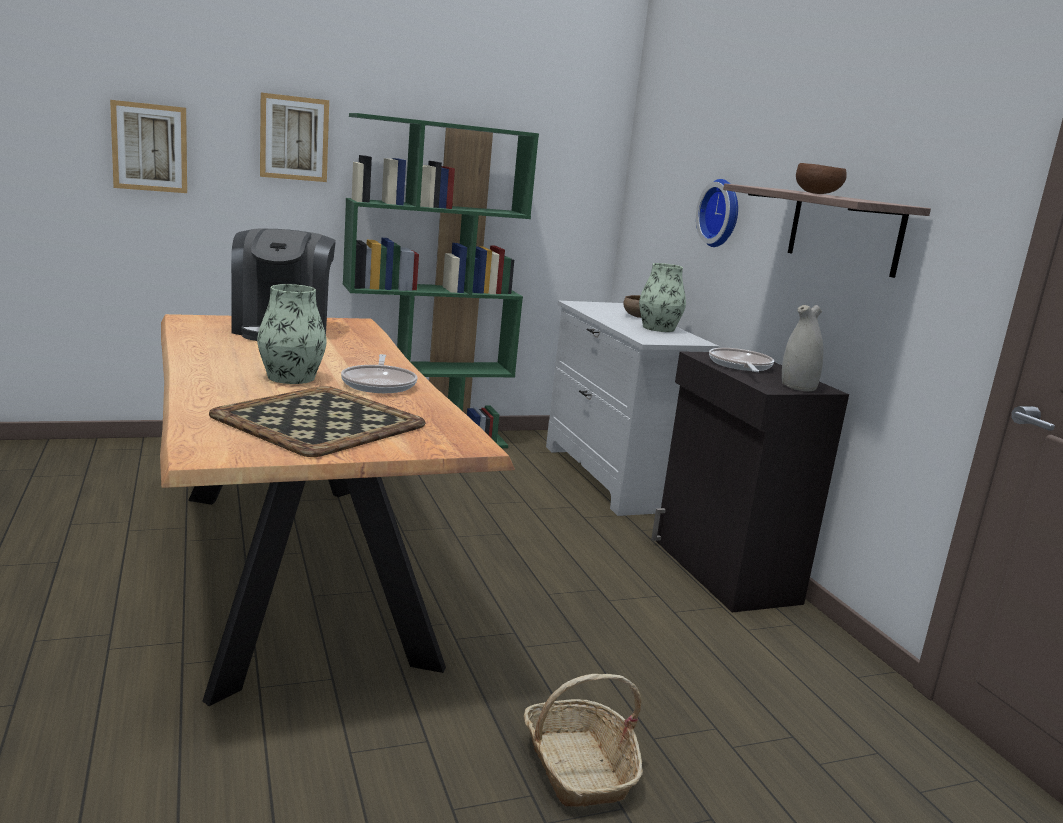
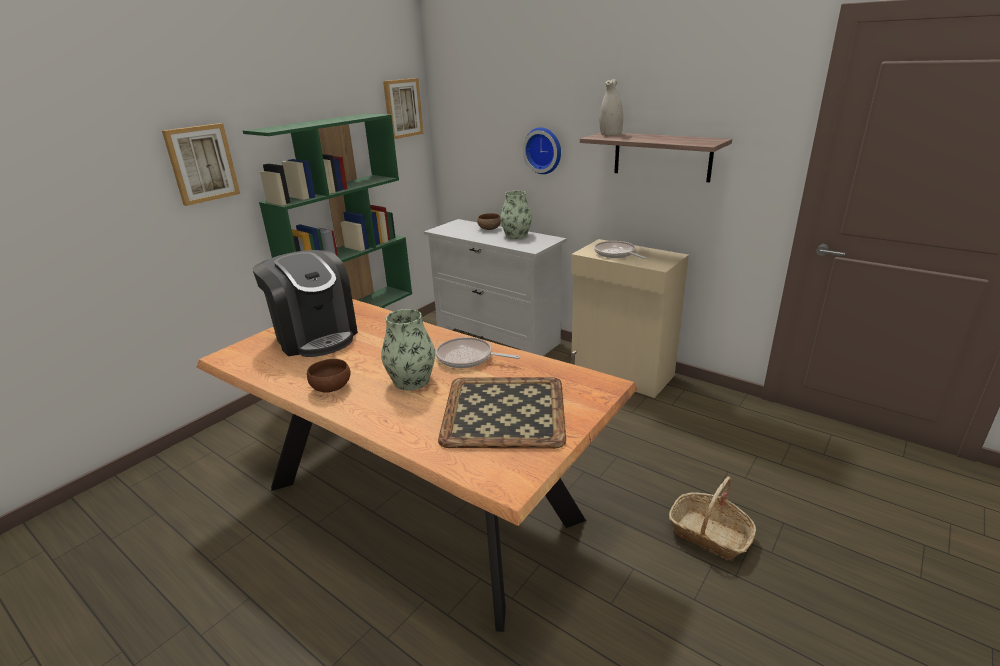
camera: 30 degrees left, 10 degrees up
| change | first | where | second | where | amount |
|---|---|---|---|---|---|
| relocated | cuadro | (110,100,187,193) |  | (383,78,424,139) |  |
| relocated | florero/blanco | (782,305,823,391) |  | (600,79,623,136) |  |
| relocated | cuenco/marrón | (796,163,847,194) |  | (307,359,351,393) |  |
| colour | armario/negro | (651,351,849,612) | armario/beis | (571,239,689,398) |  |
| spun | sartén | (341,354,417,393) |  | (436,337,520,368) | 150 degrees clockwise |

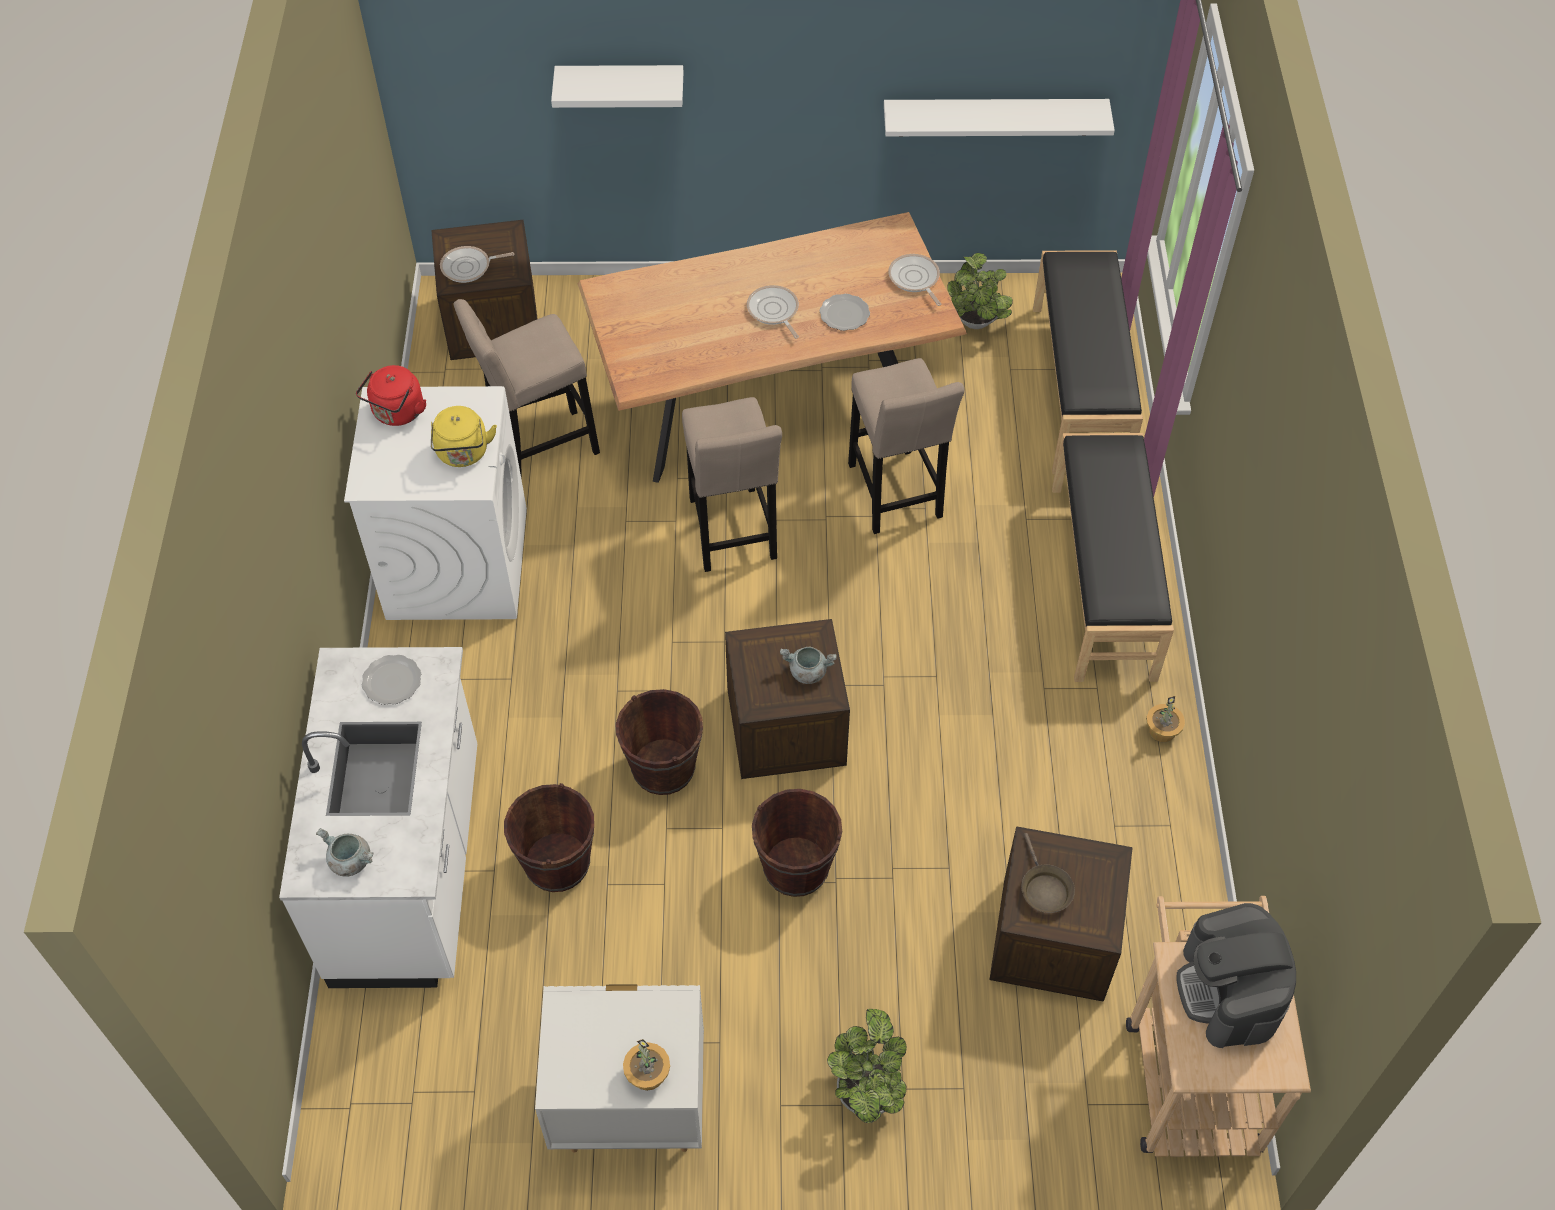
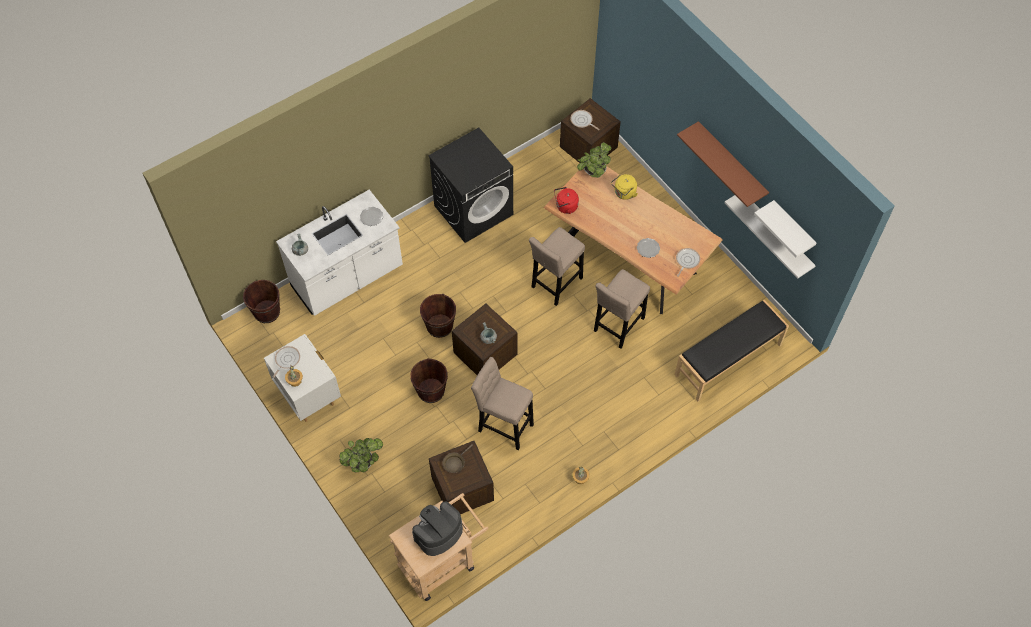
camera: 55 degrees right, 5 degrees up
| change | first | where | second | where | amount |
|---|---|---|---|---|---|
| missing | banco/negro | (1052,433,1174,682) |  |  |  |
| appeared |  |  | estante/marrón | (677,121,769,207) |  |
| relocated | hervidor/rojo | (356,365,426,426) |  | (554,187,579,214) |  |
| relocated | hervidor/amarillo | (431,406,497,467) |  | (611,174,638,200) |  |
| relocated | taburete/beis | (454,299,600,474) |  | (471,357,534,450) |  |
| relocated | cubo/marrón | (504,783,594,892) |  | (243,280,280,323) |  |
| relocated | estante/blanco | (551,65,683,108) |  | (754,200,816,258) |  |
| relocated | sartén | (747,285,799,339) |  | (273,346,300,378) |  |
| relocated | planta en maceta | (947,253,1013,329) |  | (577,142,611,178) |  |
| colour | lavadora/blanco | (344,386,527,620) | lavadora/negro | (428,127,513,243) |  |

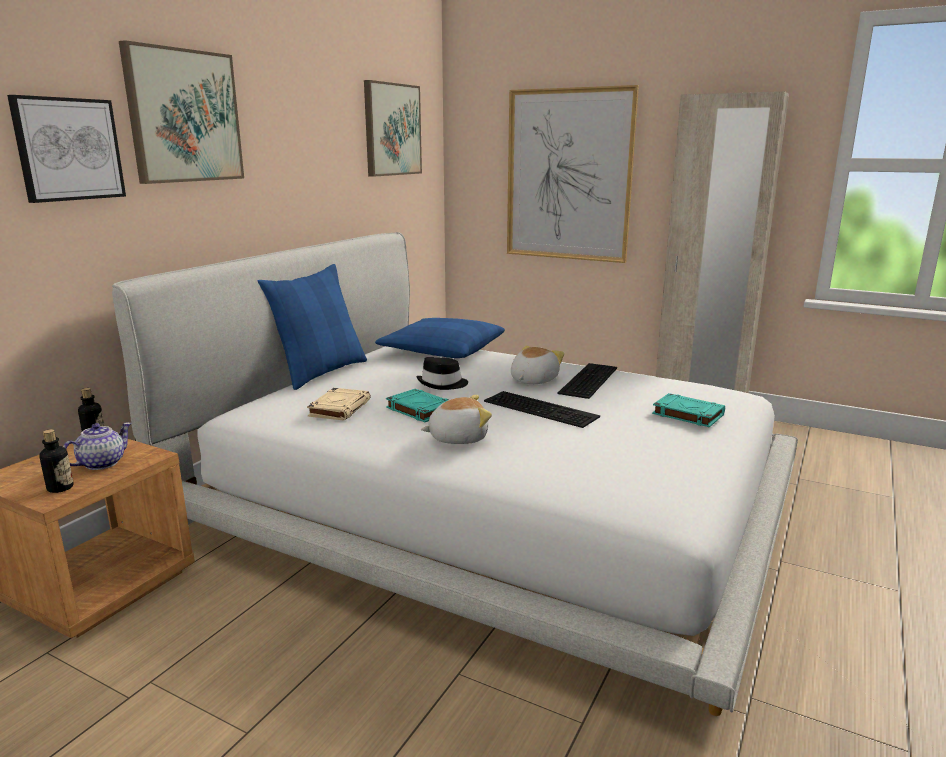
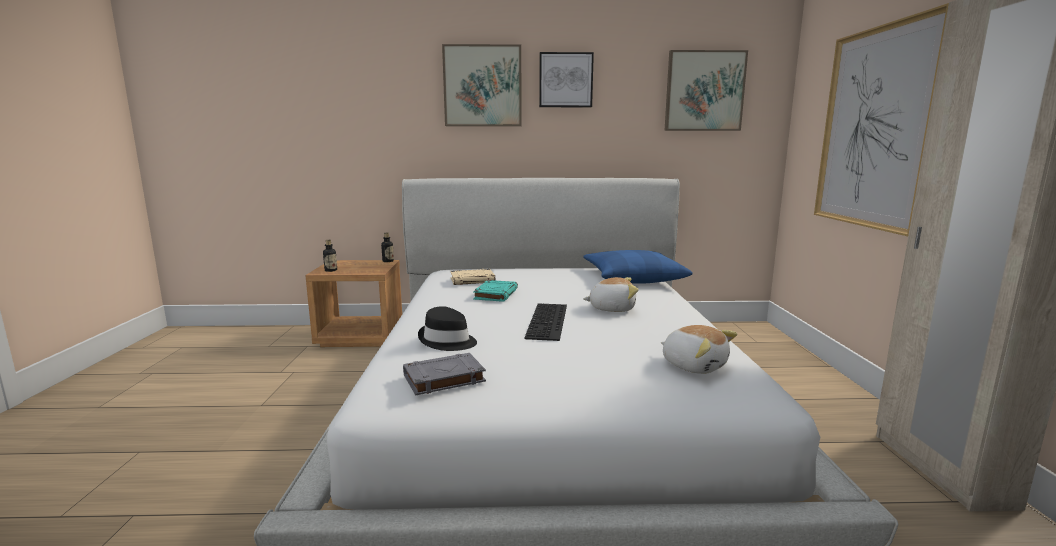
camera: 60 degrees right, 5 degrees down
| change | first | where | second | where | amount |
|---|---|---|---|---|---|
| missing | tetera | (63,423,132,470) |  |  |  |
| missing | cojín/azul | (258,264,367,390) |  |  |  |
| missing | teclado | (558,363,617,399) |  |  |  |
| missing | libro/turquesa | (652,393,725,427) |  |  |  |
| appeared |  |  | libro/gris | (403,353,486,396) |  |
| relocated | cuadro | (7,95,126,203) |  | (539,52,594,107) |  |
| relocated | sombrero/negro | (416,357,468,390) |  | (418,306,477,351) |  |
| relocated | peluche | (421,395,492,444) |  | (661,325,737,374) |  |

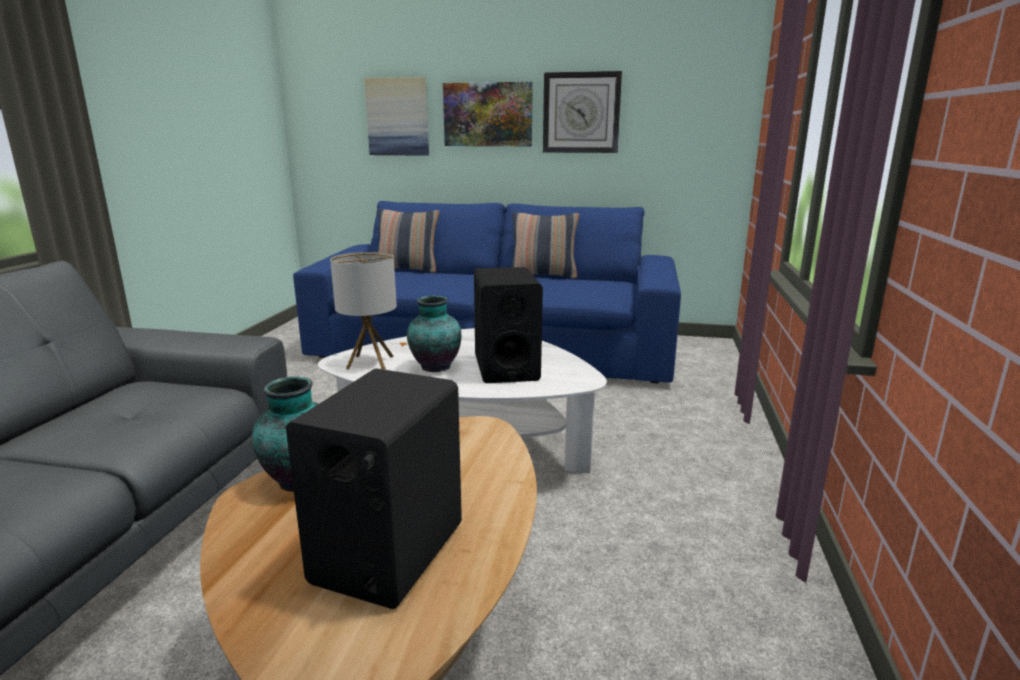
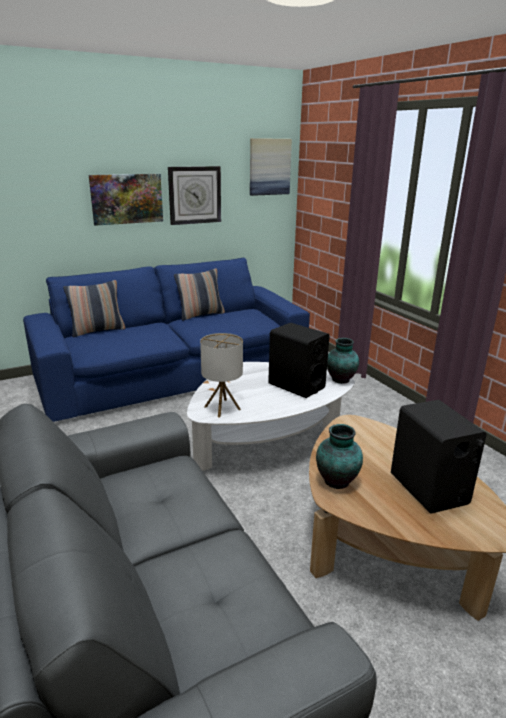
camera: 40 degrees left, 5 degrees up
| change | first | where | second | where | amount |
|---|---|---|---|---|---|
| relocated | cuadro | (364,77,429,156) |  | (250,138,292,196) |  |
| relocated | florero | (407,295,462,372) |  | (327,338,359,384) |  |

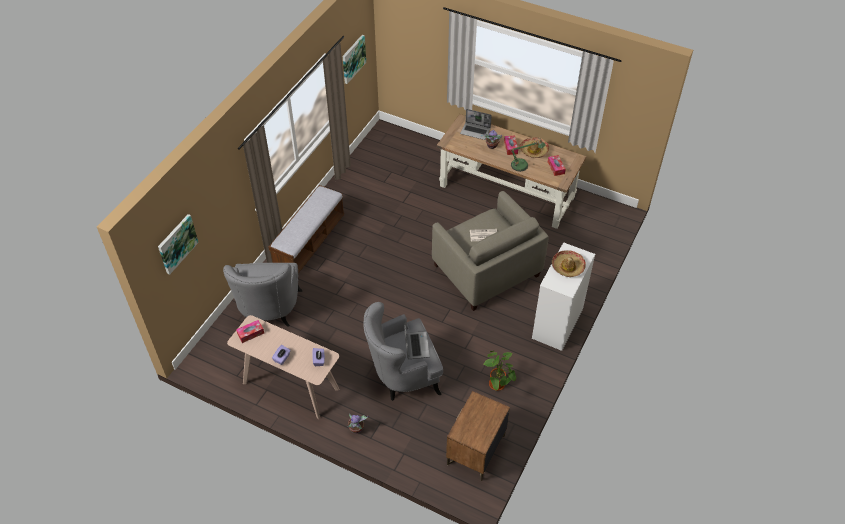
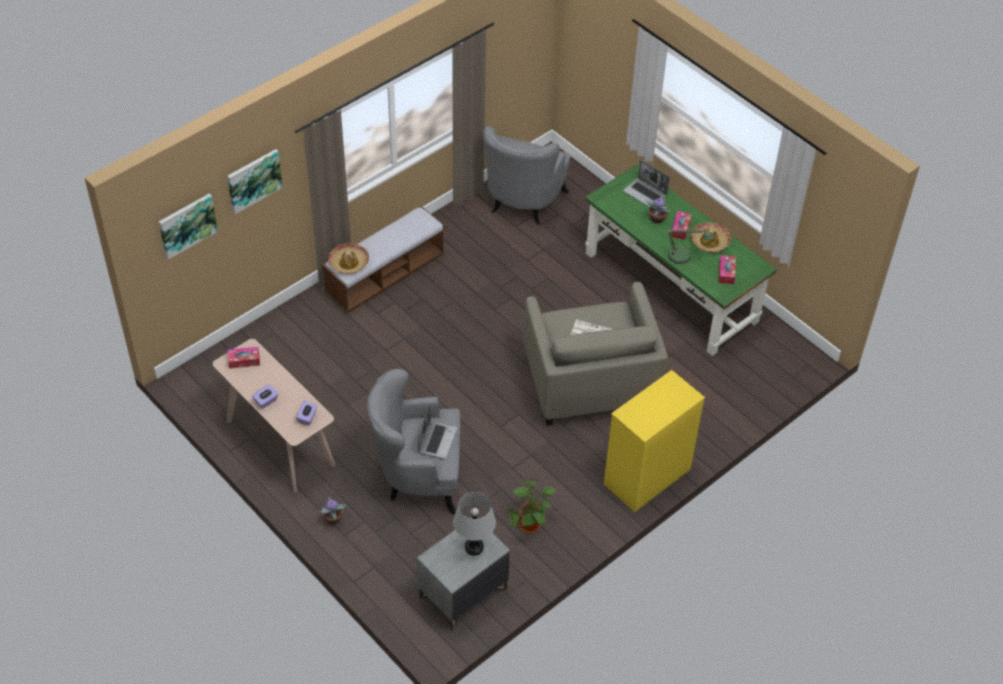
camera: 20 degrees right, 0 degrees up
| change | first | where | second | where | amount |
|---|---|---|---|---|---|
| appeared |  |  | lámpara de mesa/gris | (453,492,496,555) |  |
| relocated | sillón/gris | (223,263,302,327) |  | (483,126,570,225) |  |
| relocated | cuadro | (343,35,366,84) |  | (227,149,283,214) |  |
| relocated | sombrero | (552,250,586,277) |  | (328,243,369,274) |  |
| colour | escritorio/marrón | (437,114,586,229) | escritorio/verde | (585,164,777,356) |  |
| colour | mesita de noche/marrón | (446,391,510,481) | mesita de noche/gris | (417,518,510,631) |  |
| colour | cómoda/blanco | (532,242,595,351) | cómoda/amarillo | (604,370,705,512) |  |

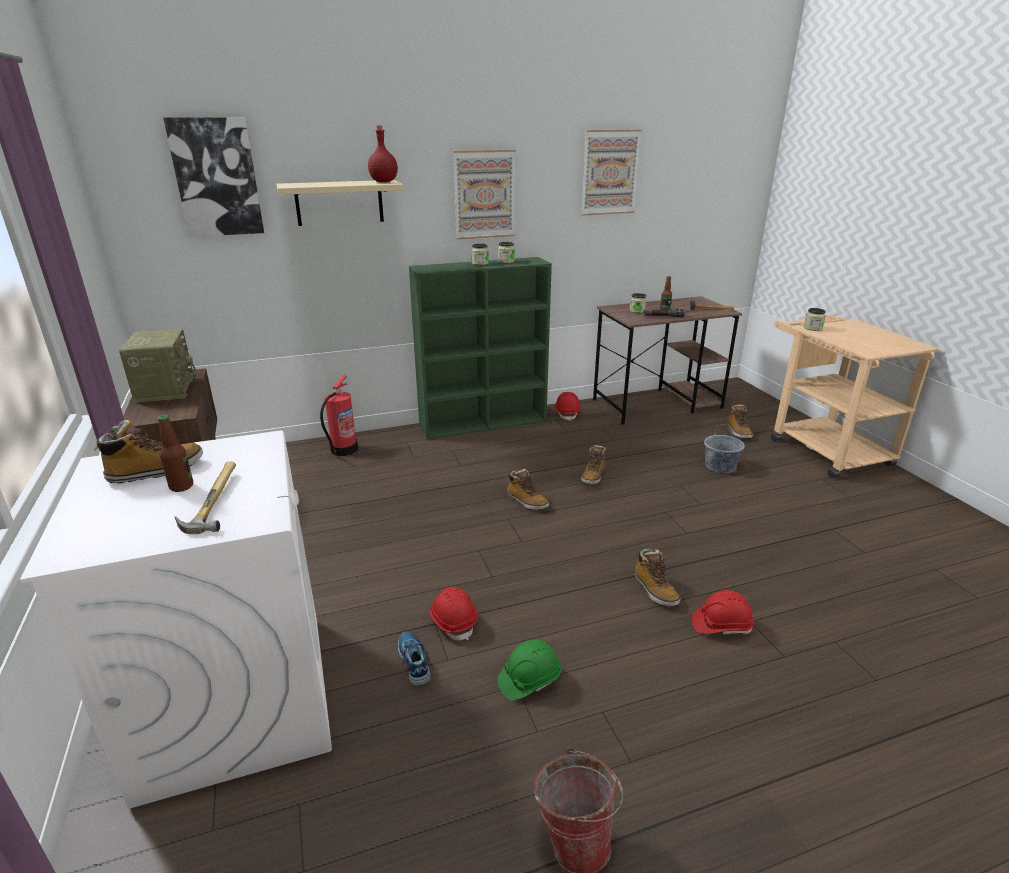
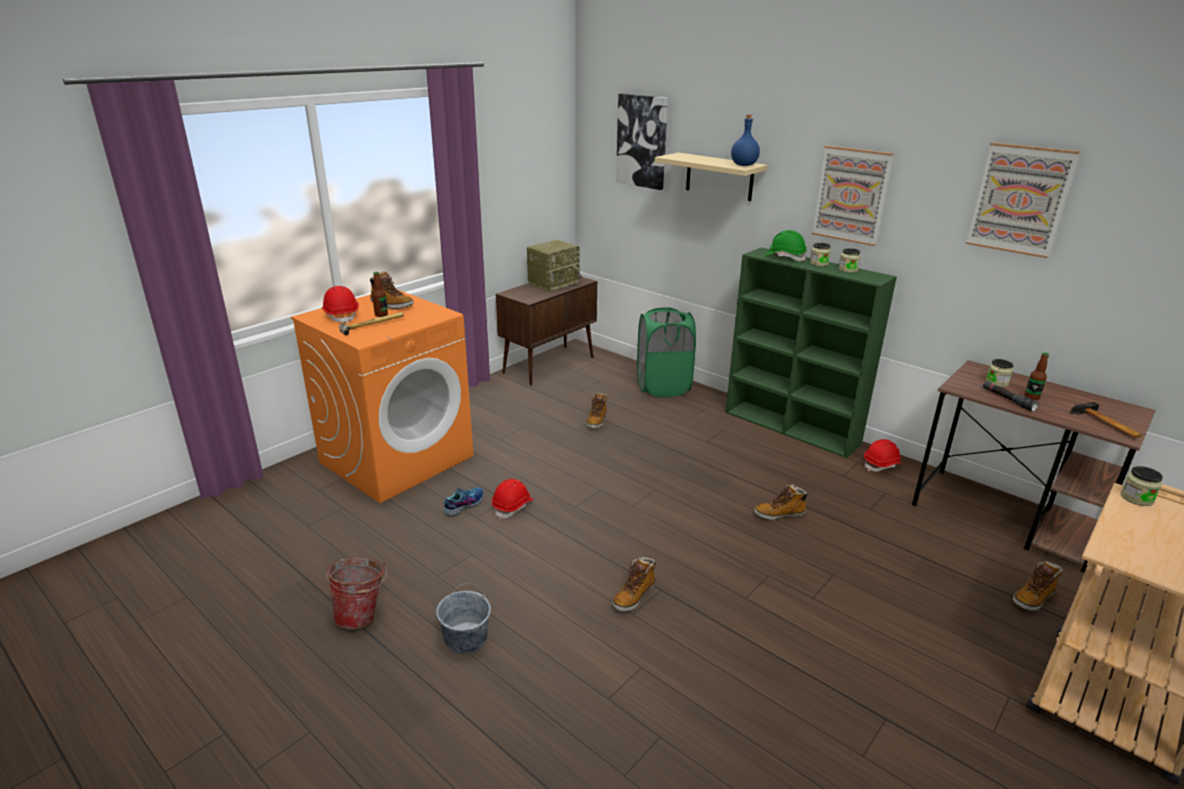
camera: 60 degrees right, 0 degrees up
| change | first | where | second | where | amount |
|---|---|---|---|---|---|
| relocated | casco/verde | (498,640,561,700) |  | (764,230,807,261) |  |
| relocated | bota | (507,469,549,510) |  | (586,393,607,428) |  |
| relocated | casco/rojo | (692,590,754,634) |  | (322,286,359,323) |  |
| relocated | cubo/gris | (704,424,745,473) |  | (436,583,491,654) |  |
| exchanged | extintor | (320,375,358,456) | cesto de la ropa/verde | (637,307,696,397) |  |
| colour | lavadora/blanco | (20,430,332,809) | lavadora/naranja | (291,289,473,503) |  |
| colour | botella/rojo | (368,125,398,182) | botella/azul | (731,114,760,166) |  |

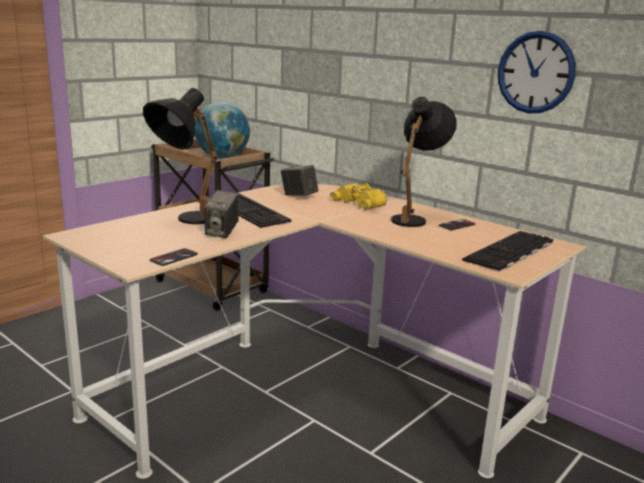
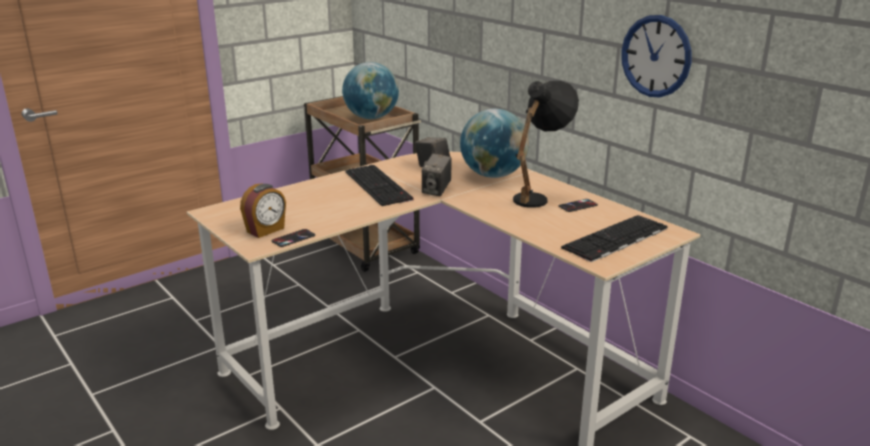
camera: 10 degrees right, 5 degrees up
| change | first | where | second | where | amount |
|---|---|---|---|---|---|
| missing | lámpara de mesa/negro | (143,88,218,224) |  |  |  |
| appeared |  |  | despertador | (240,184,286,238) |  |
| relocated | cámara | (204,190,239,238) |  | (422,153,451,196) |  |
| exchanged | prismáticos/amarillo | (330,183,387,210) | globo terráqueo | (460,108,529,178) |  |

